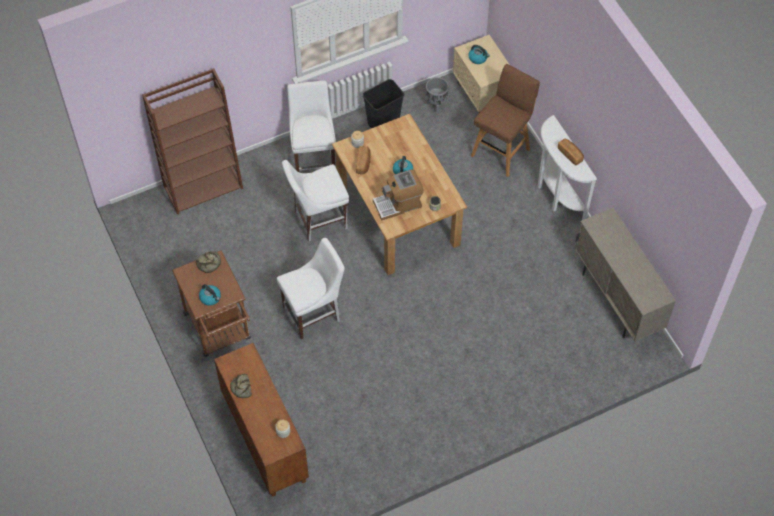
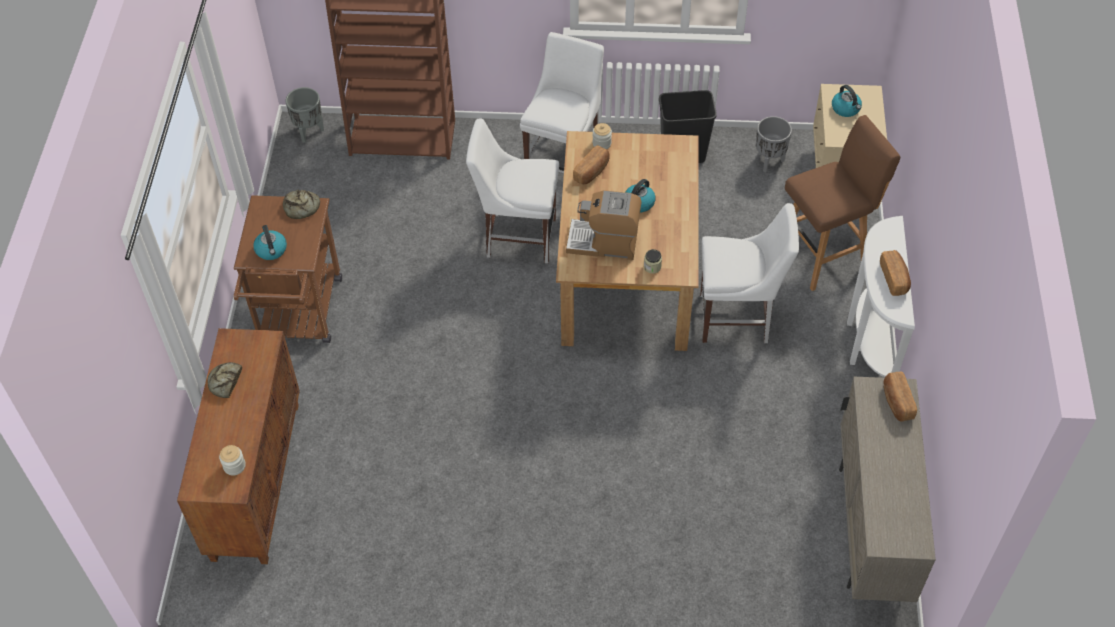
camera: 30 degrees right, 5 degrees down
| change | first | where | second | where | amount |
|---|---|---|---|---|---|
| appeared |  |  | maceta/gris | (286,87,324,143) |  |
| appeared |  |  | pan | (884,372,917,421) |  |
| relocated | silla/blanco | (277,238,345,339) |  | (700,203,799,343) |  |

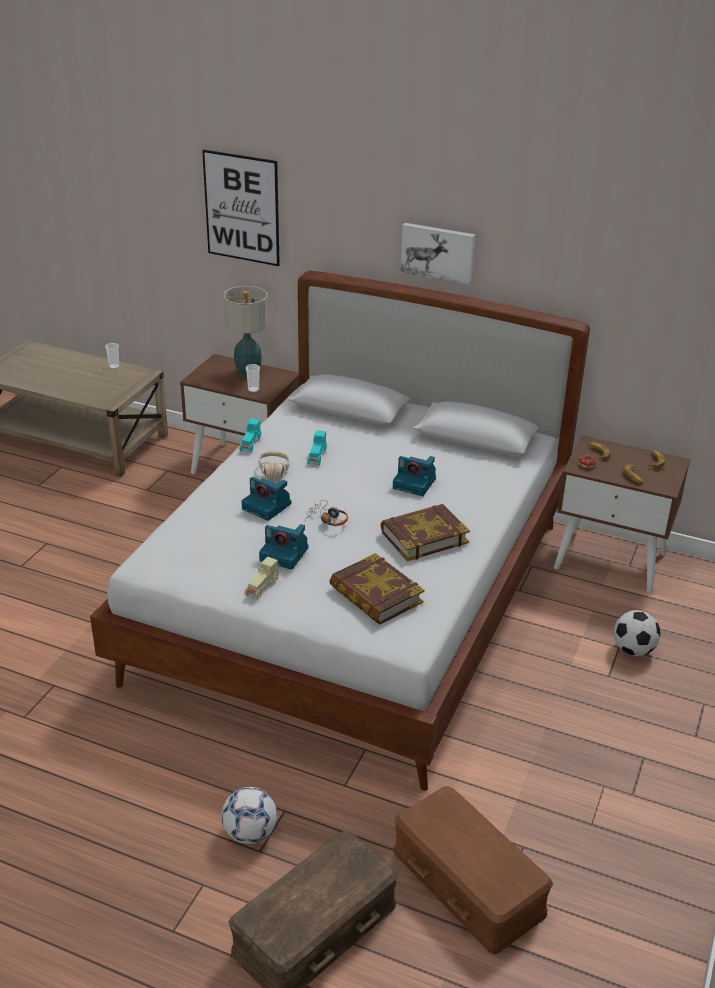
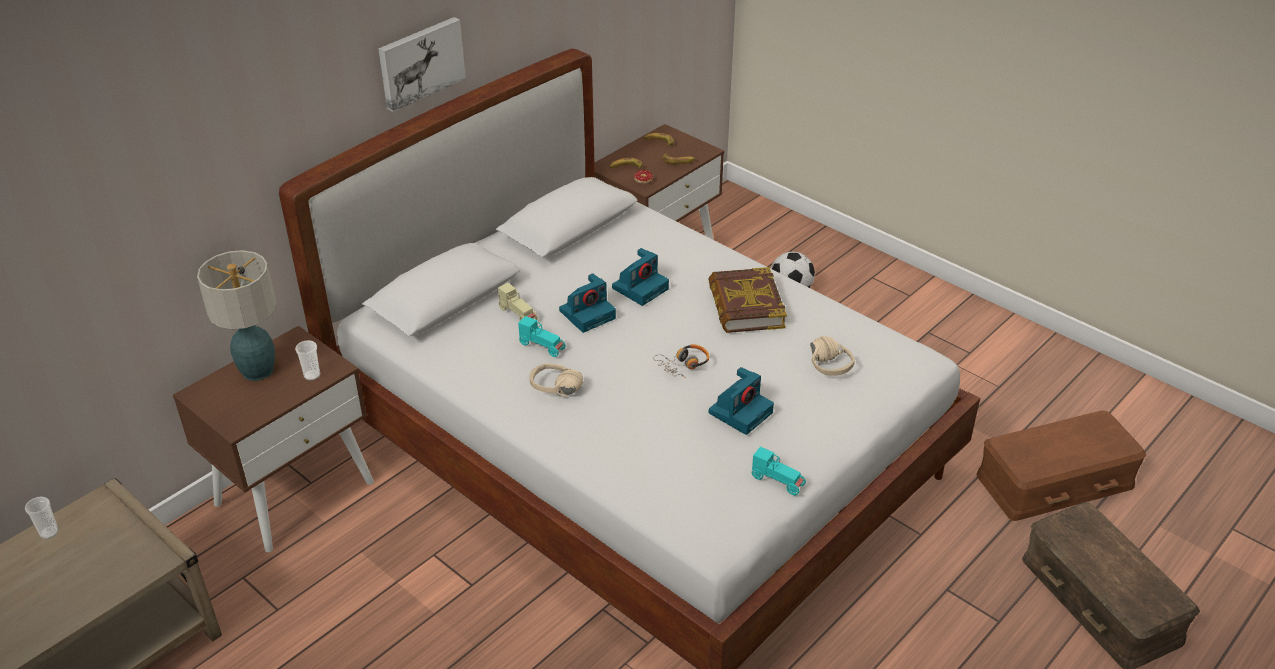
camera: 70 degrees left, 5 degrees up
| change | first | where | second | where | amount |
|---|---|---|---|---|---|
| missing | cuadro | (202,150,280,266) |  |  |  |
| missing | balón de fútbol | (222,787,277,844) |  |  |  |
| relocated | coche de juguete/turquesa | (240,419,261,453) |  | (752,447,806,495) |  |
| relocated | cámara | (242,477,291,521) |  | (559,273,616,333) |  |
| relocated | coche de juguete/beis | (244,557,279,600) |  | (498,283,538,321) |  |
| exchanged | libro | (329,553,424,625) | auriculares/beis | (811,336,855,376) |  |

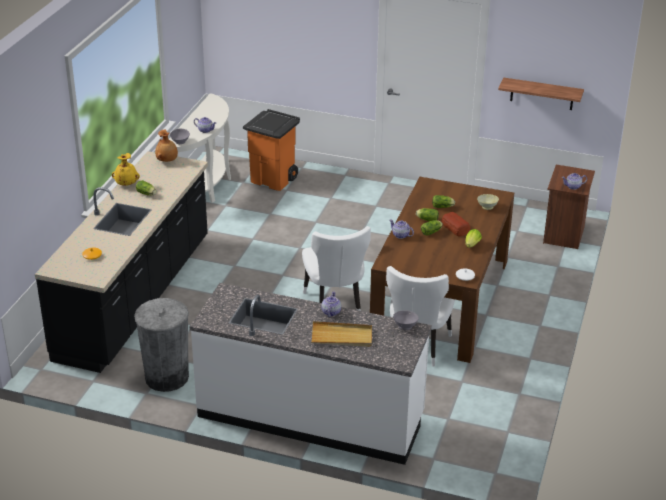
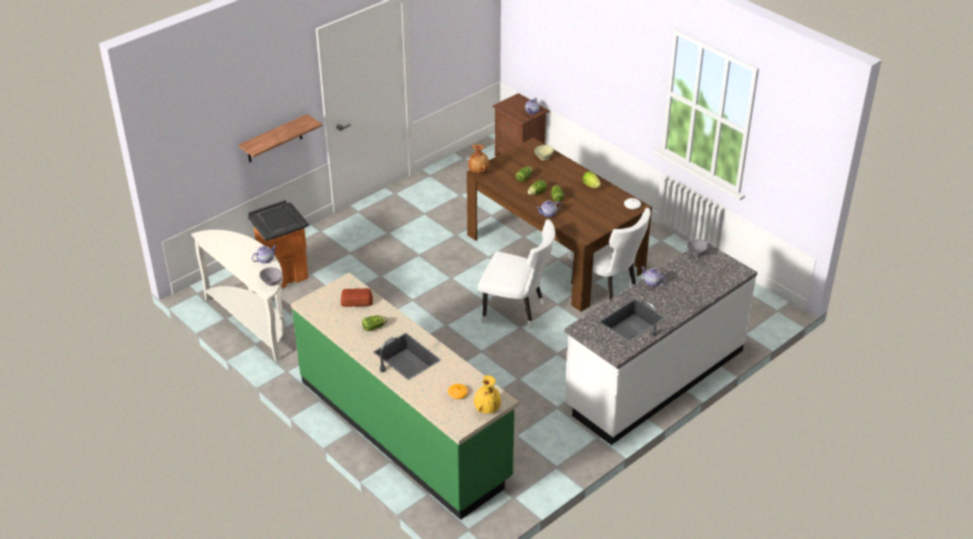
camera: 60 degrees left, 5 degrees up
| change | first | where | second | where | amount |
|---|---|---|---|---|---|
| missing | papelera/gris | (134,298,189,392) |  |  |  |
| missing | bandeja/beis | (311,321,372,347) |  |  |  |
| relocated | florero/amarillo | (112,153,140,186) |  | (474,375,501,414) |  |
| relocated | florero/marrón | (155,129,178,162) |  | (468,144,489,173) |  |
| relocated | pan | (441,212,470,237) |  | (341,288,373,307) |  |
| relocated | estante | (498,77,584,110) |  | (238,114,322,162) |  |
| colour | mueble bajo de cocina/negro | (35,151,208,373) | mueble bajo de cocina/verde | (291,273,519,520) |  |

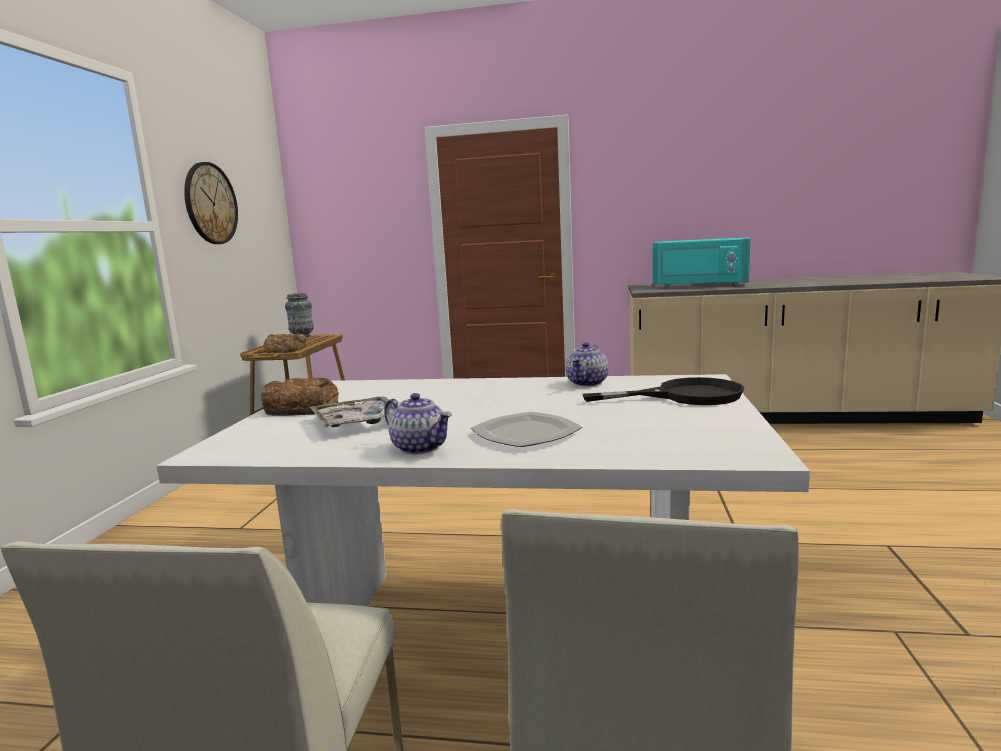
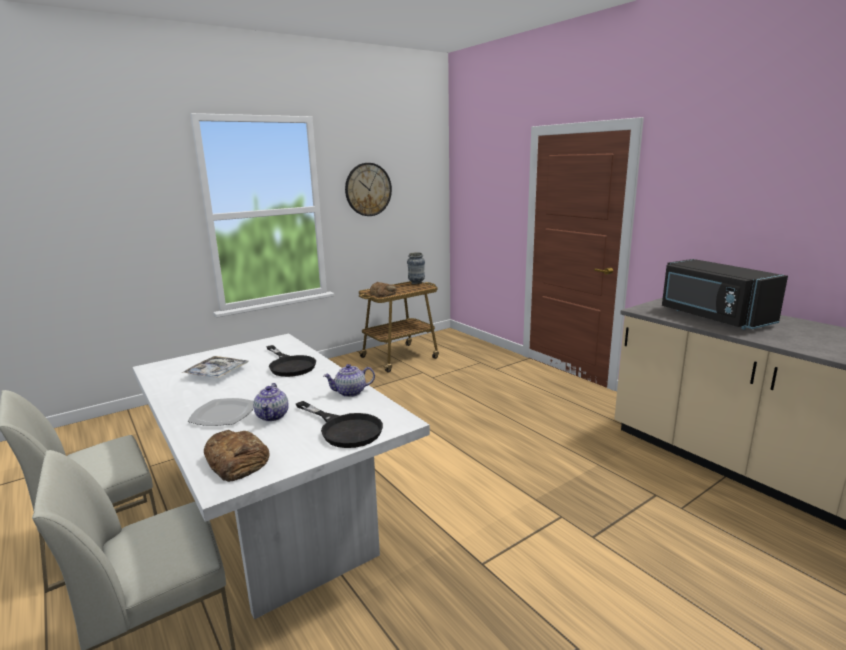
camera: 45 degrees right, 5 degrees up
| change | first | where | second | where | amount |
|---|---|---|---|---|---|
| appeared |  |  | sartén/negro | (266,345,316,377) |  |
| relocated | pan | (260,378,339,416) |  | (204,430,270,482) |  |
| relocated | tetera | (384,393,452,454) |  | (253,383,289,421) |  |
| colour | microondas/turquesa | (653,237,751,288) | microondas/negro | (662,259,788,330) |  |

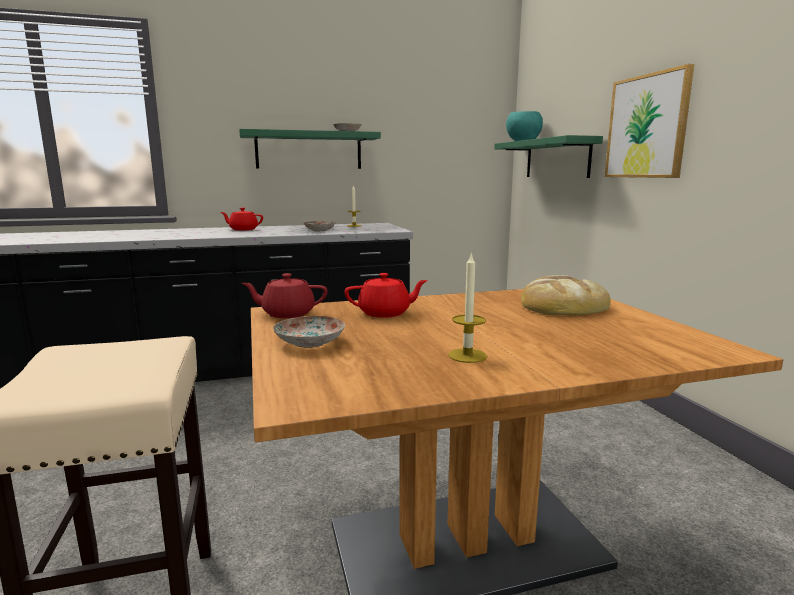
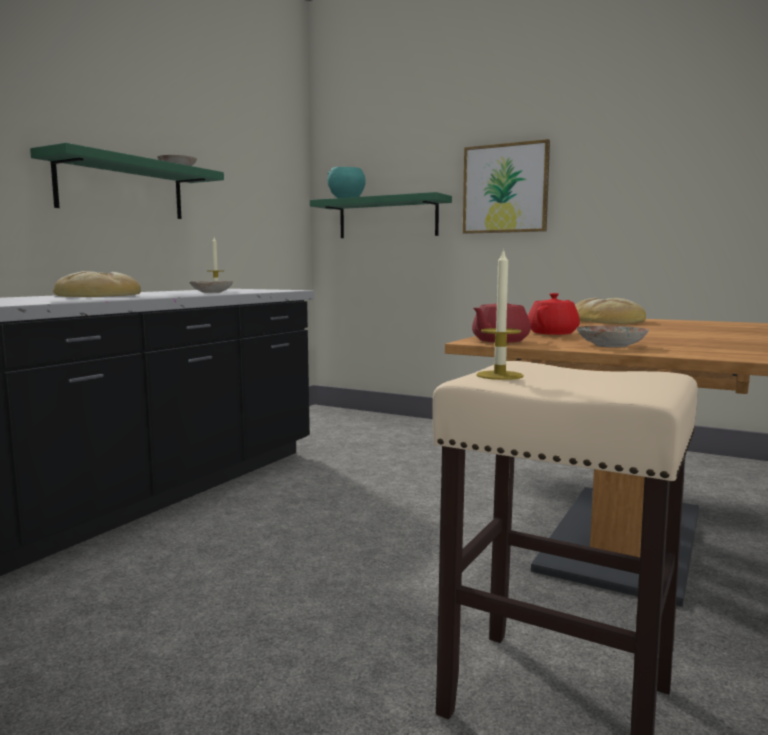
camera: 45 degrees left, 5 degrees down
| change | first | where | second | where | amount |
|---|---|---|---|---|---|
| relocated | vela | (448,252,487,363) |  | (476,248,524,380) |  |
| exchanged | tetera/rojo | (221,208,263,231) | pan | (53,271,141,297) |  |

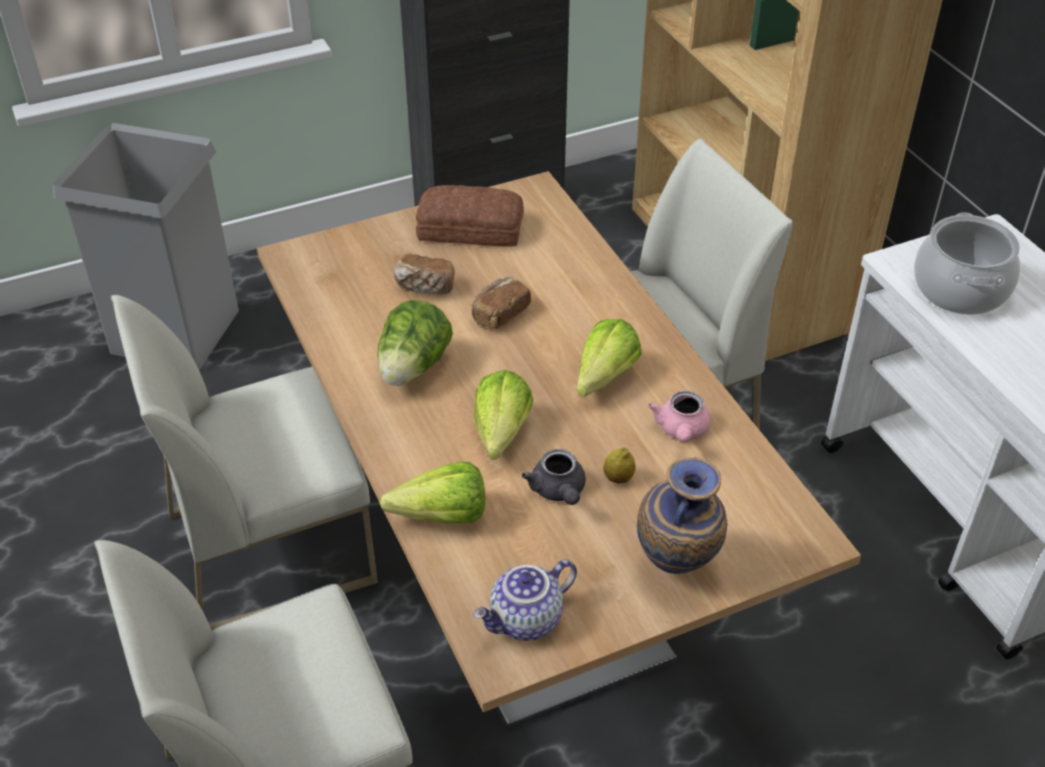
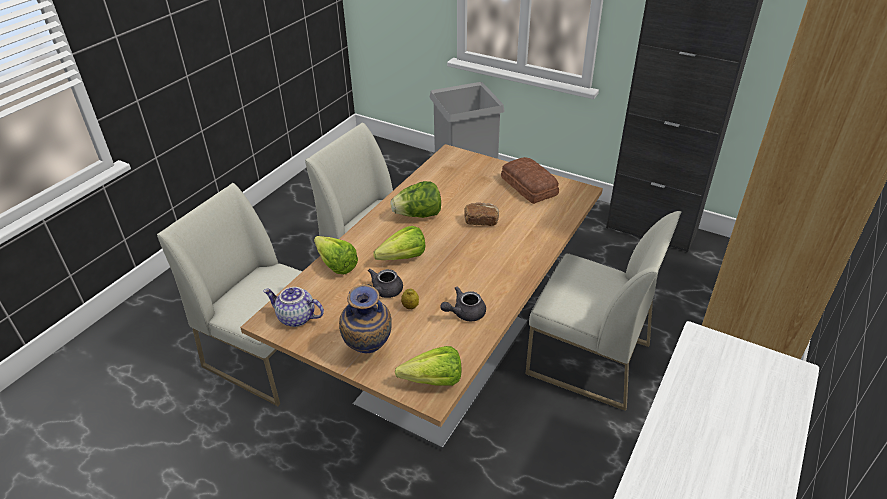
camera: 55 degrees right, 5 degrees down
| change | first | where | second | where | amount |
|---|---|---|---|---|---|
| missing | pan | (394,254,455,294) |  |  |  |
| missing | olla | (914,213,1020,315) |  |  |  |
| relocated | lechuga | (577,319,642,397) |  | (395,346,461,386) |  |
| colour | tetera/rosa | (648,391,711,442) | tetera/gris | (440,287,486,322) |  |

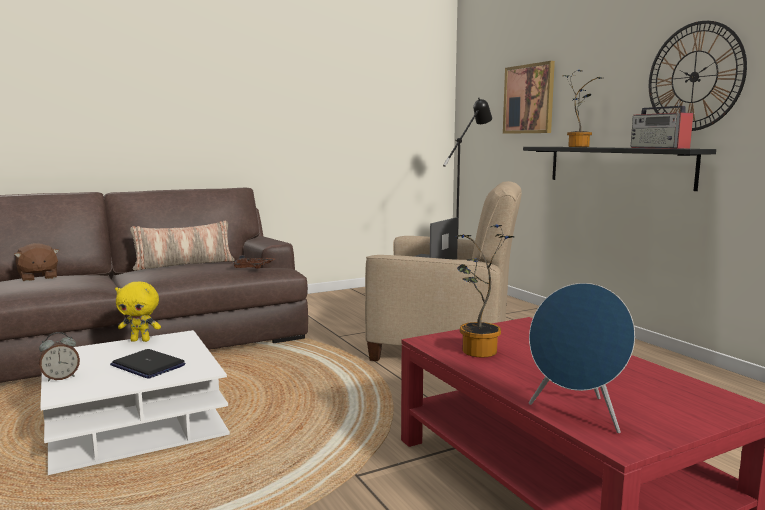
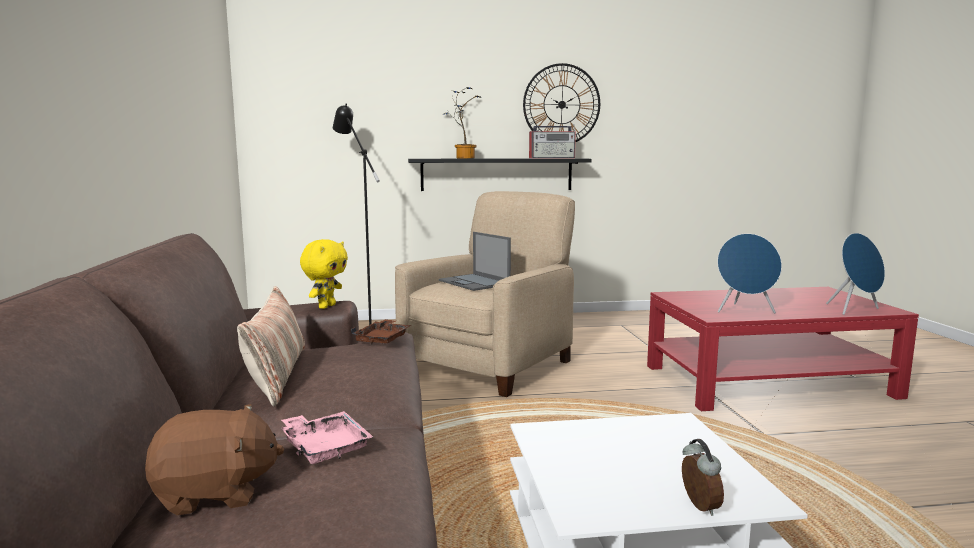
camera: 70 degrees left, 0 degrees up
| change | first | where | second | where | amount |
|---|---|---|---|---|---|
| missing | portátil | (110,349,186,379) |  |  |  |
| missing | cuadro | (503,61,555,134) |  |  |  |
| appeared |  |  | bandeja/rosa | (281,411,373,464) |  |
| relocated | peluche/amarillo | (115,281,161,342) |  | (300,239,348,309) |  |
| exchanged | planta en maceta | (456,225,515,358) | altavoz/azul | (717,233,782,314) |  |

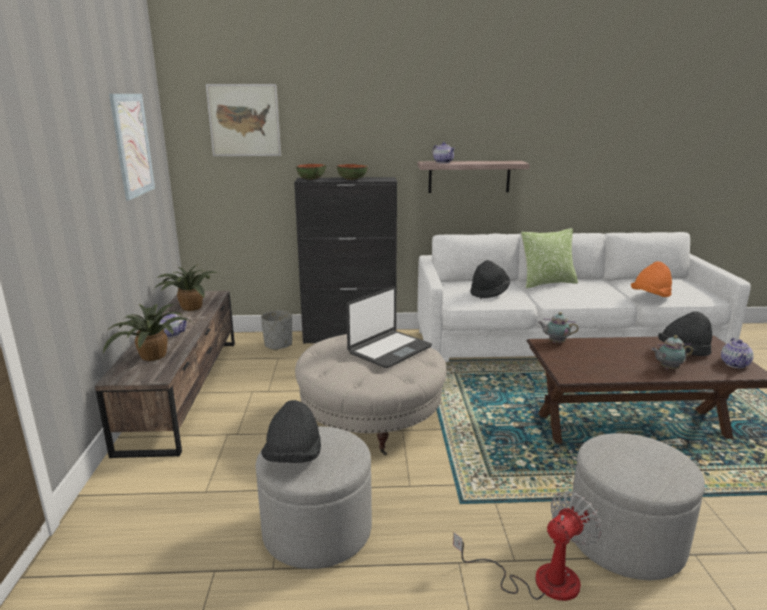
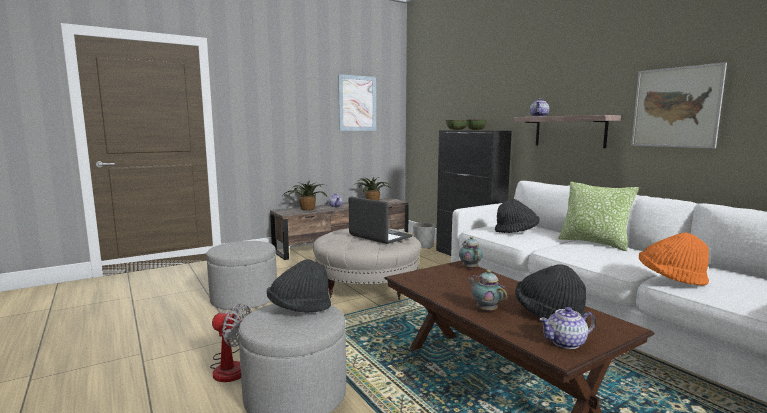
camera: 60 degrees right, 10 degrees down
| change | first | where | second | where | amount |
|---|---|---|---|---|---|
| relocated | cuadro | (206,84,281,156) |  | (631,62,727,148) |  |
| relocated | sombrero/negro | (261,400,321,463) |  | (267,259,331,313) |  |
| spun | portátil | (346,286,432,368) |  | (349,197,413,244) | 150 degrees counterclockwise |

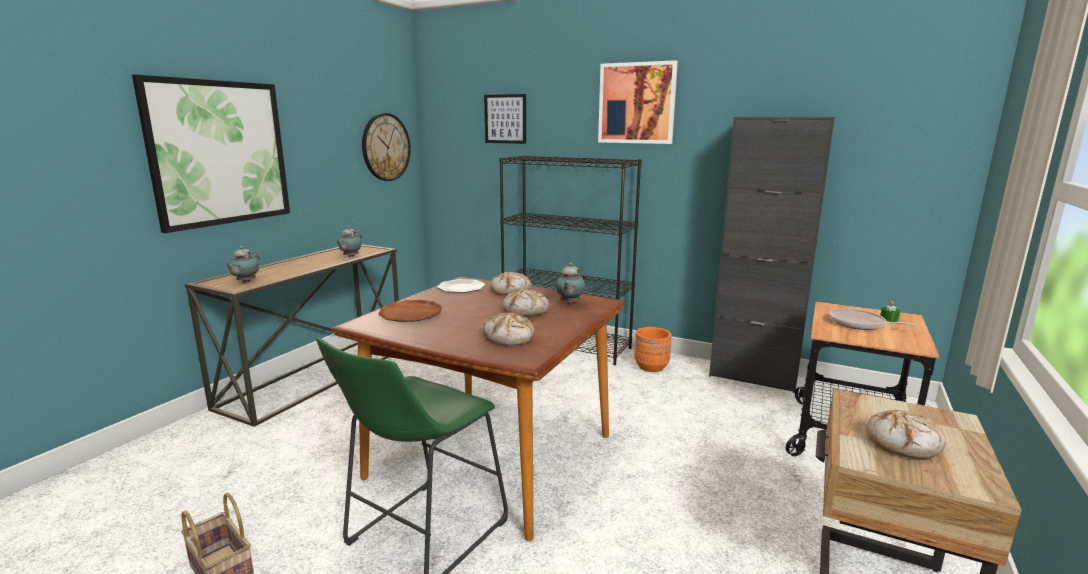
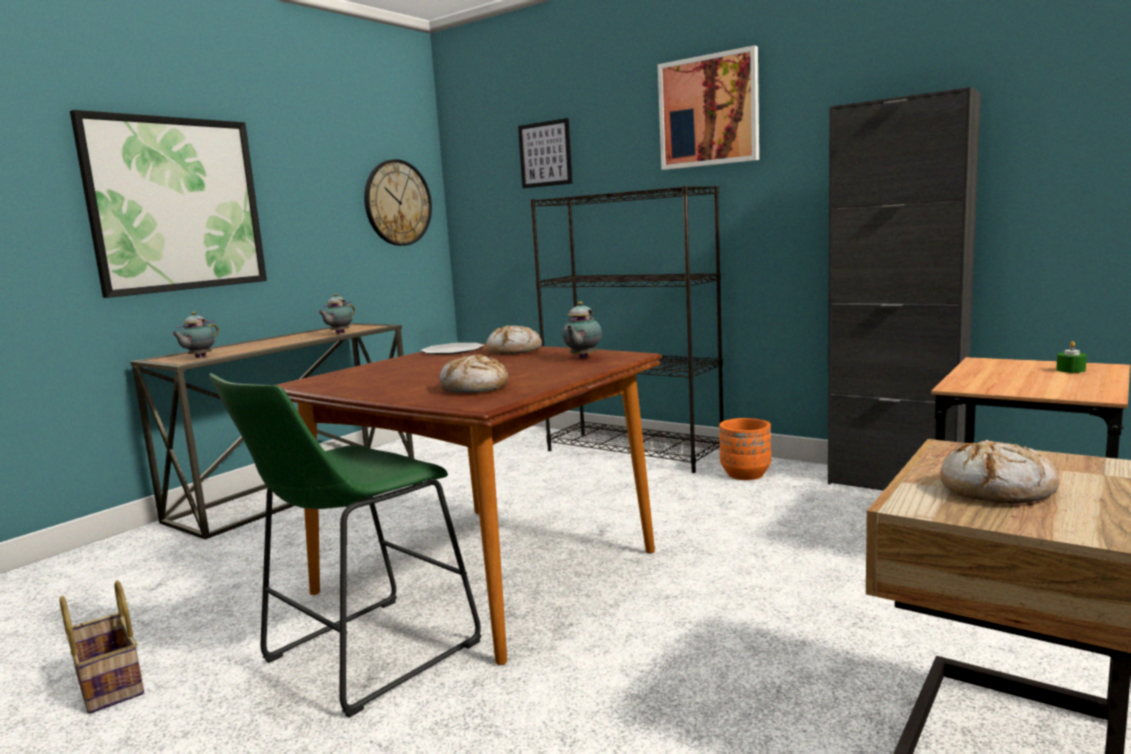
camera: 10 degrees right, 5 degrees down
| change | first | where | second | where | amount |
|---|---|---|---|---|---|
| missing | plato/marrón | (379,300,442,322) |  |  |  |
| missing | pan | (502,289,549,316) |  |  |  |
| missing | sartén | (829,308,918,330) |  |  |  |

